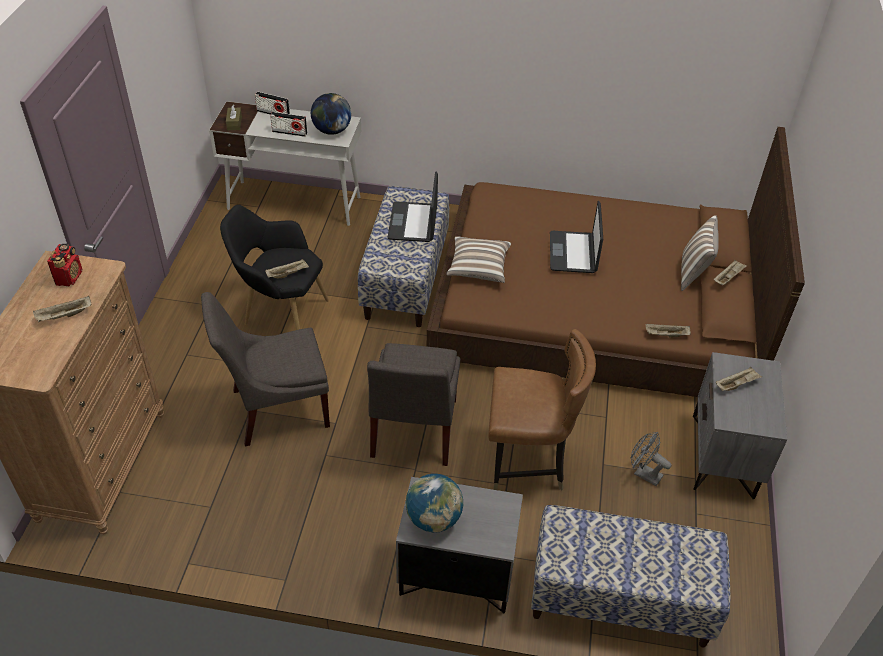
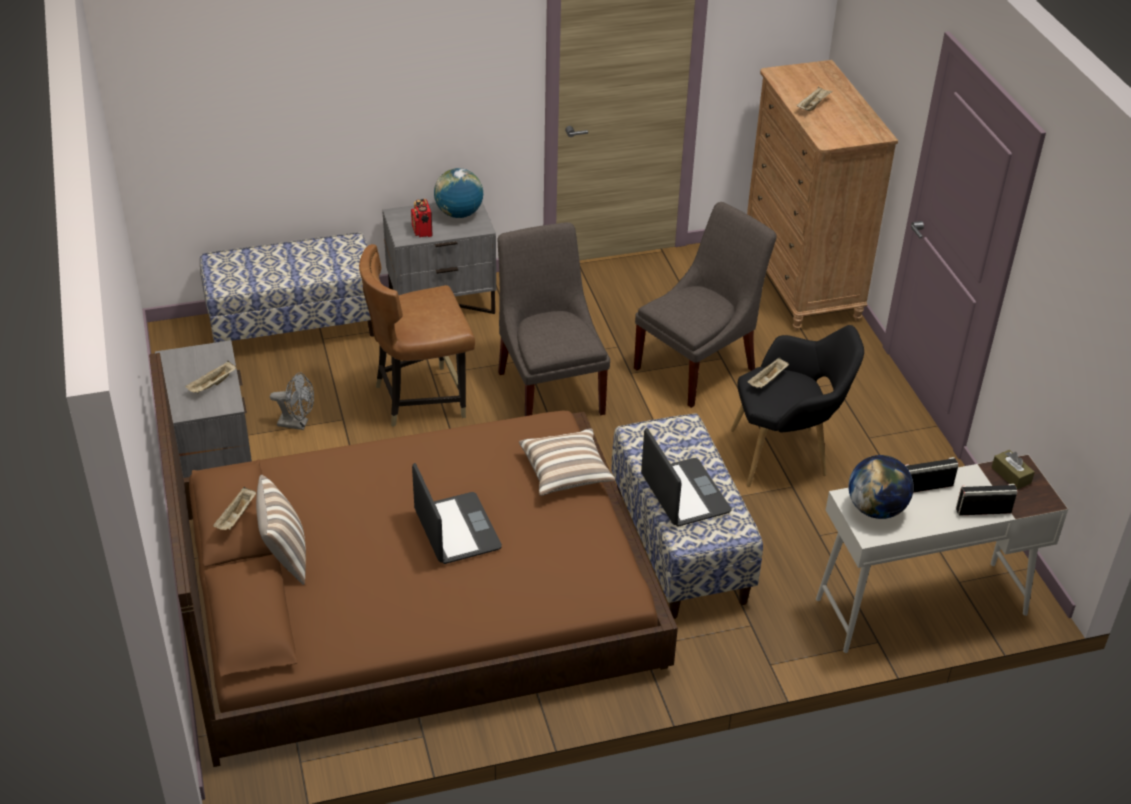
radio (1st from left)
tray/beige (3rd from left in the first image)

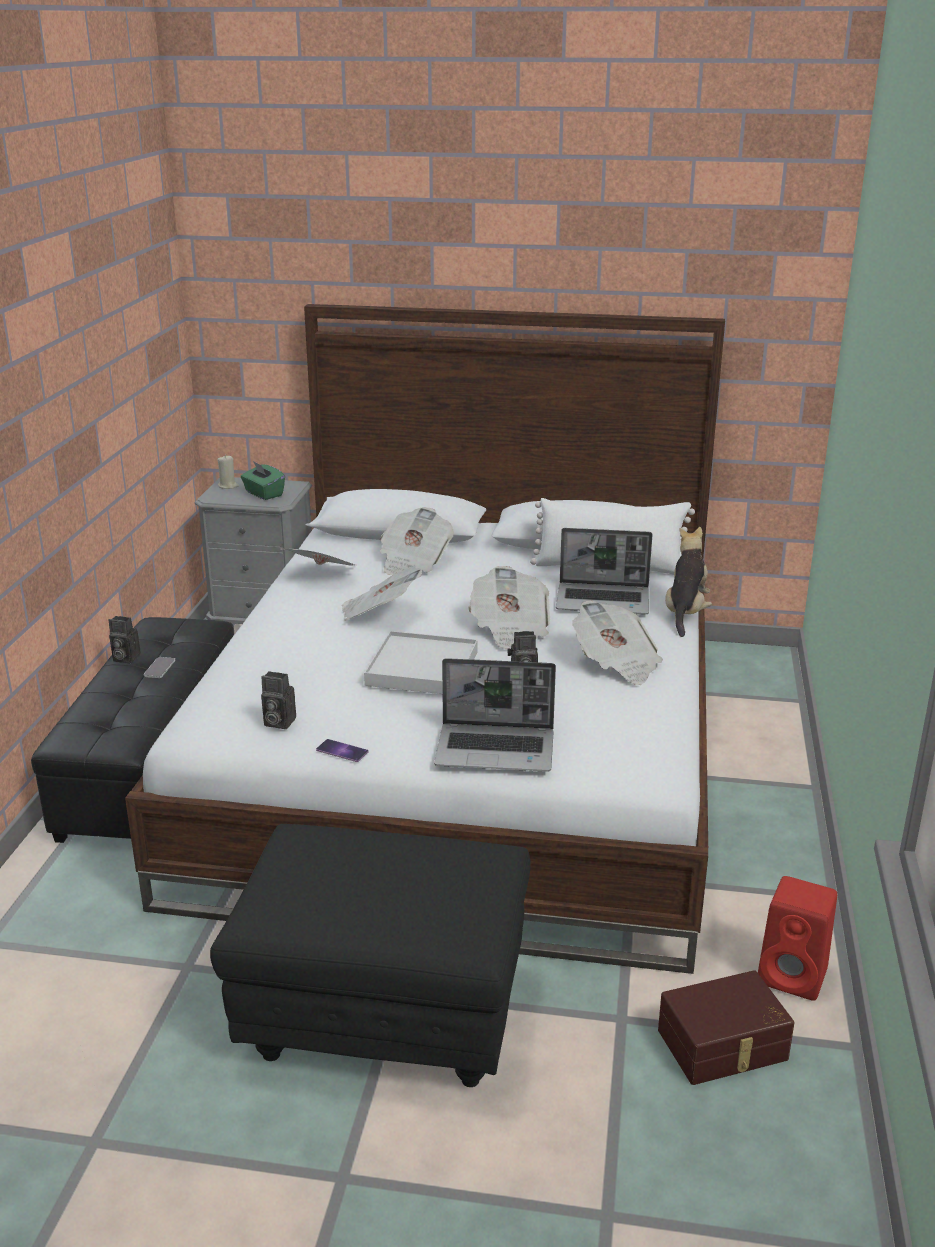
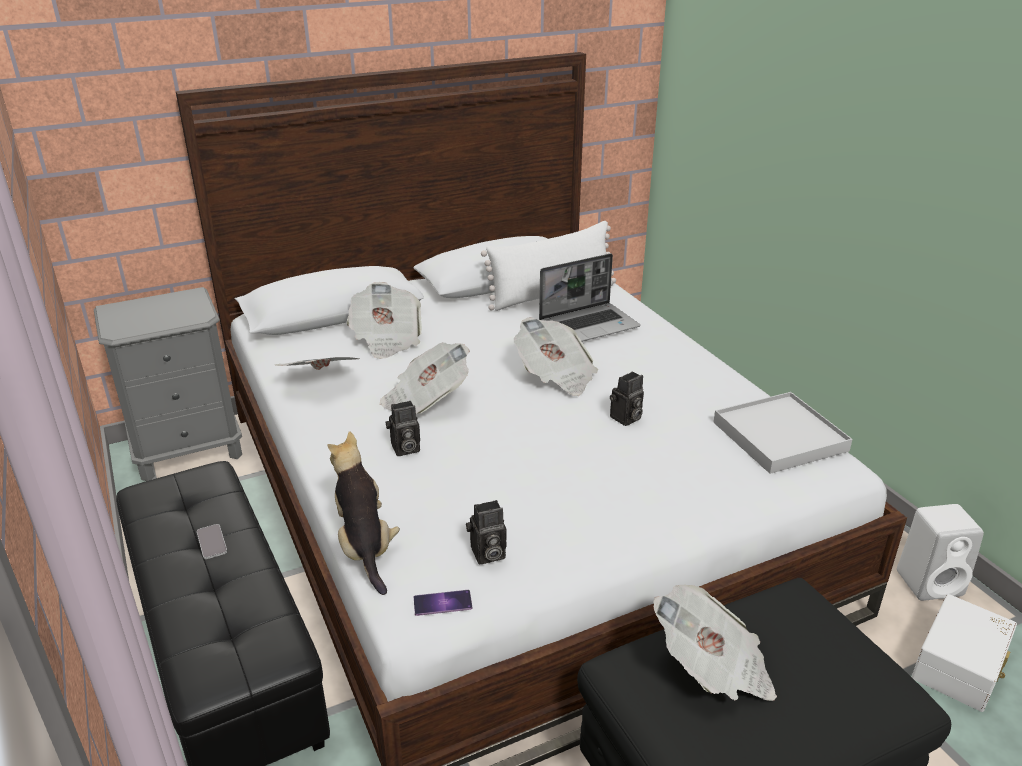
photo camera (1st from left)
candle/beige
tissue box/green
phone (2nd from left)
tray/white
laptop (1st from left in the first image)
newspaper (5th from left)
storage box/white
plush toy
speaker/white

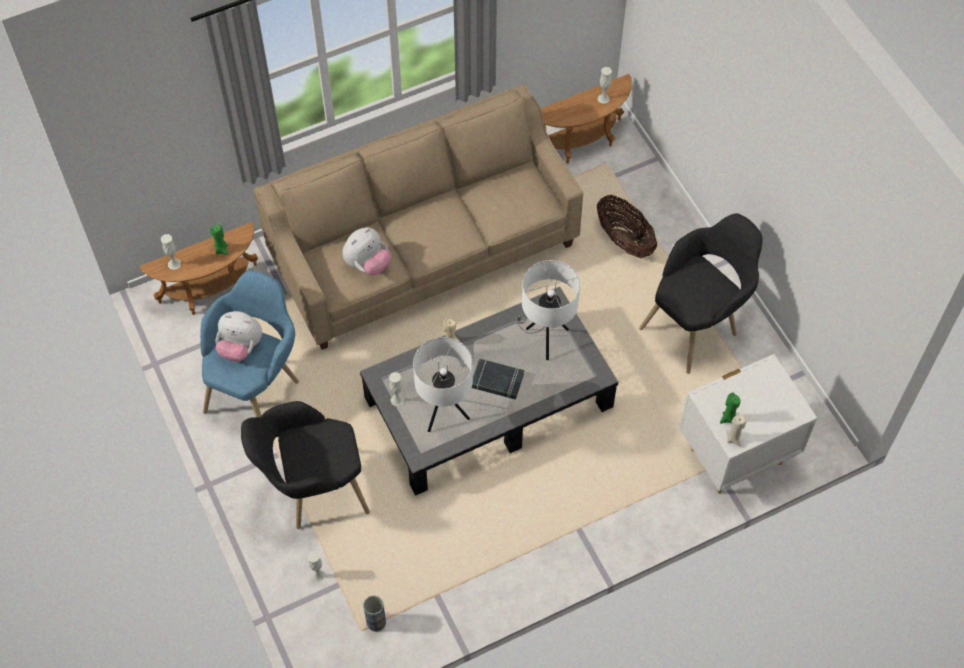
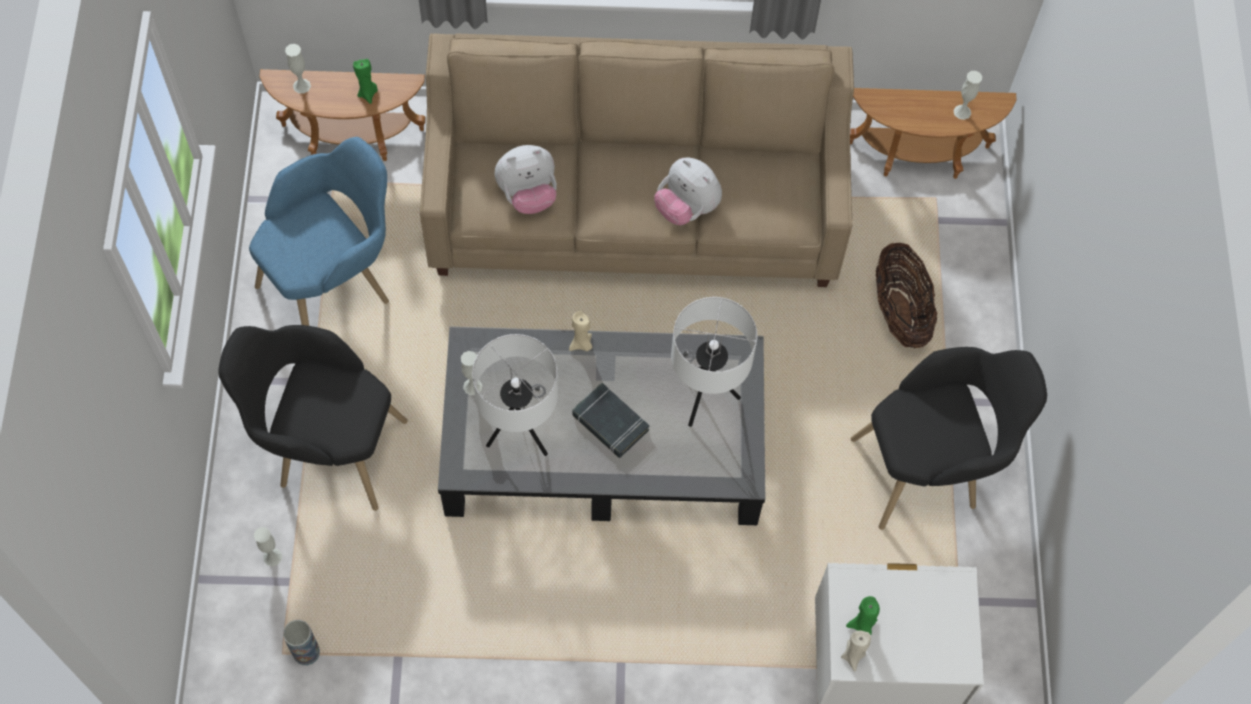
plush toy (2nd from left)

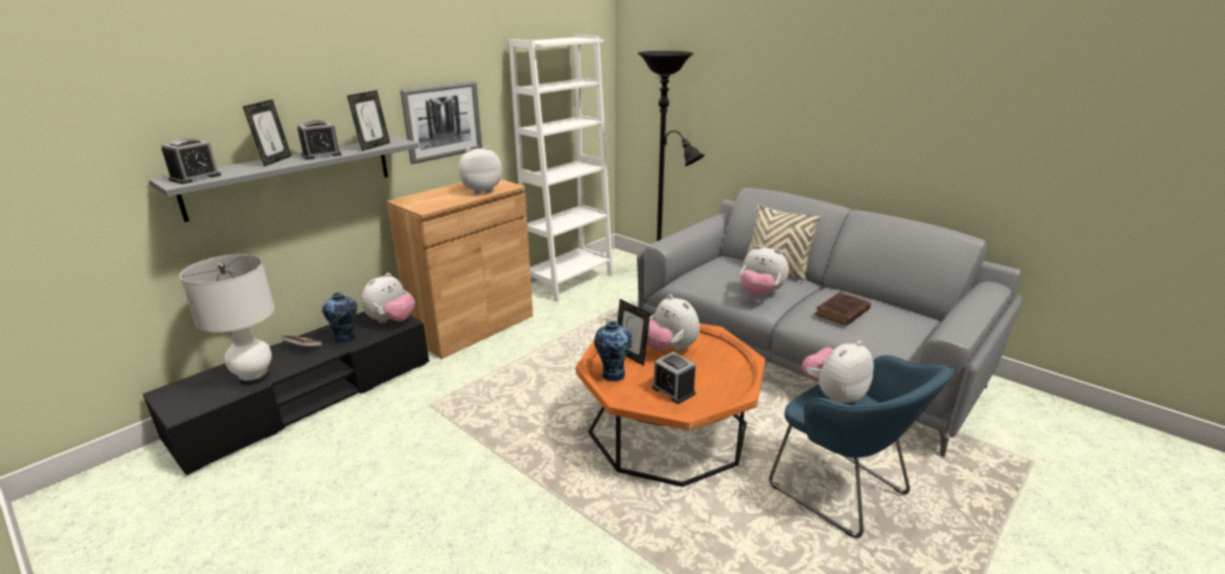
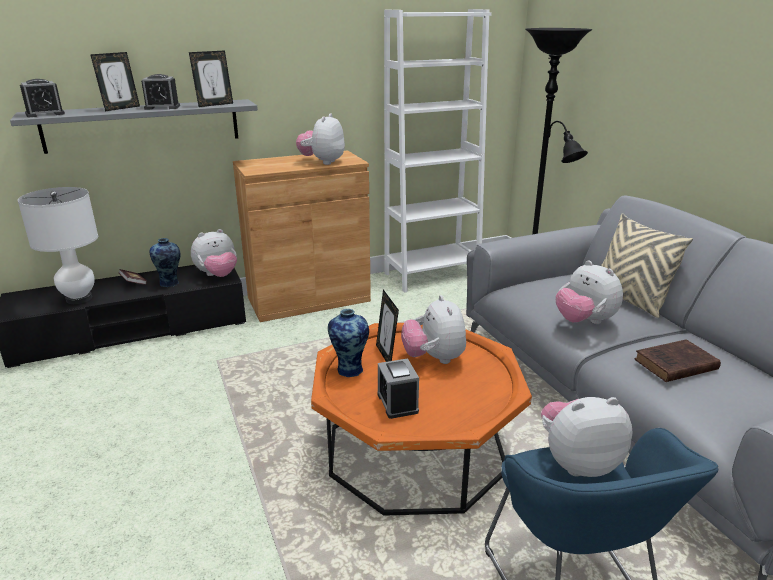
picture
plush toy (2nd from left)

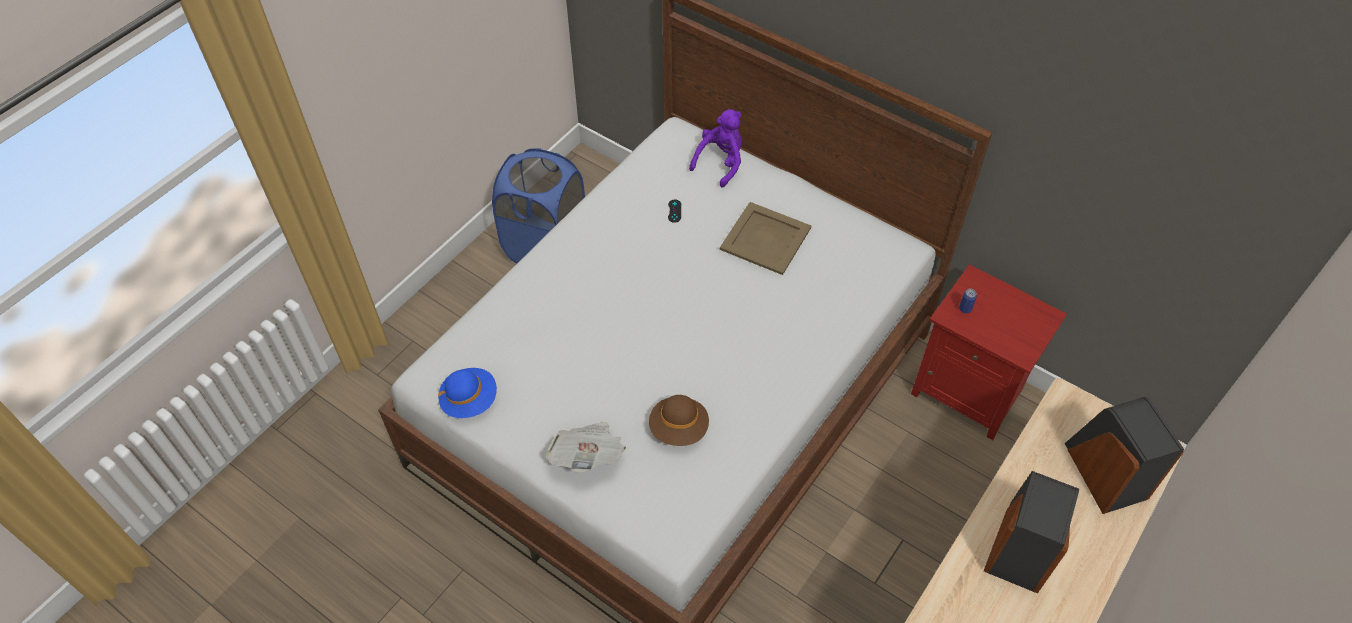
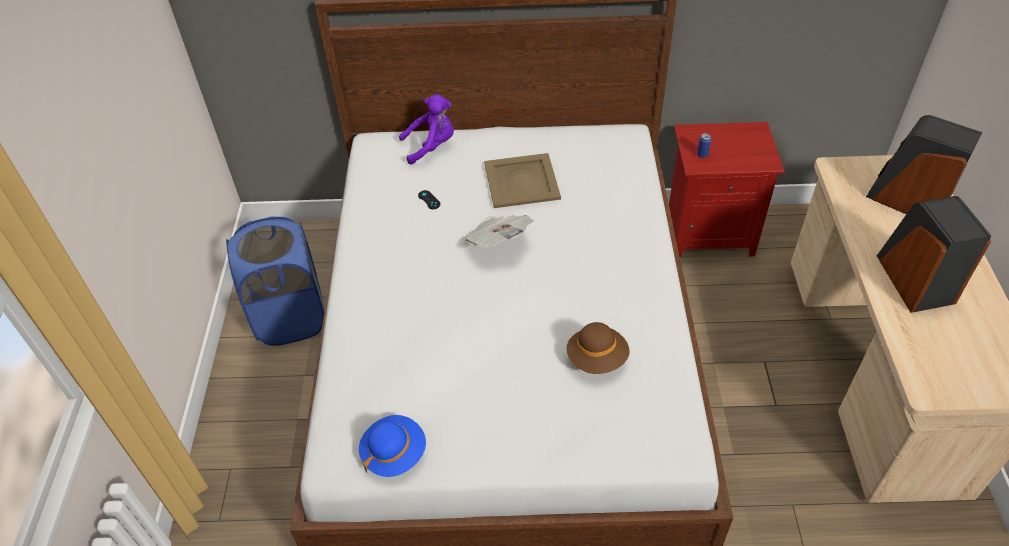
newspaper
plush toy/purple

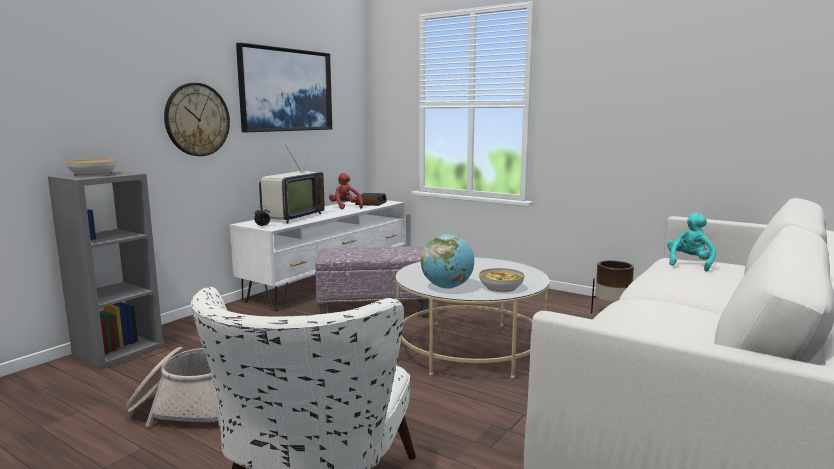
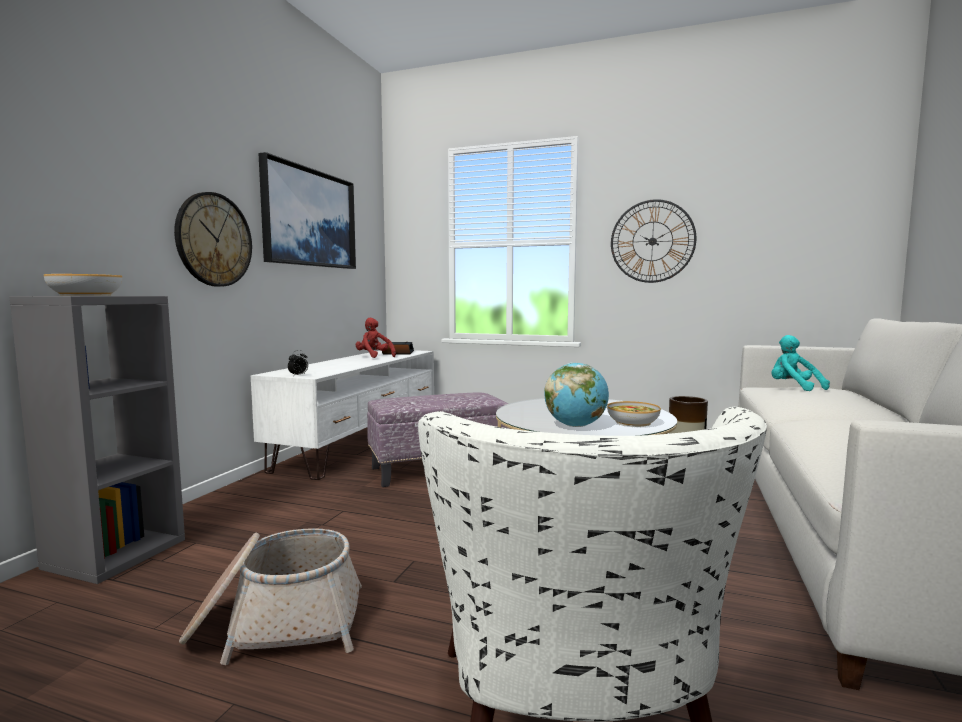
television
plush toy/turquoise
wall clock (2nd from left)

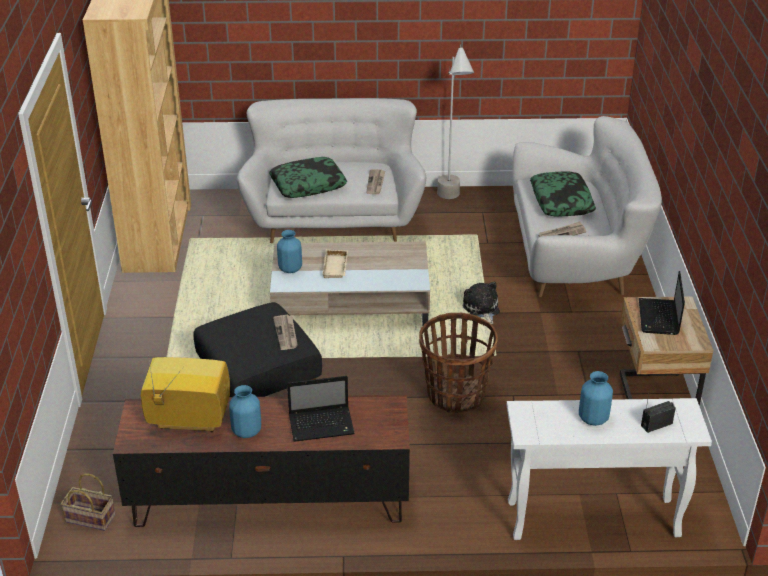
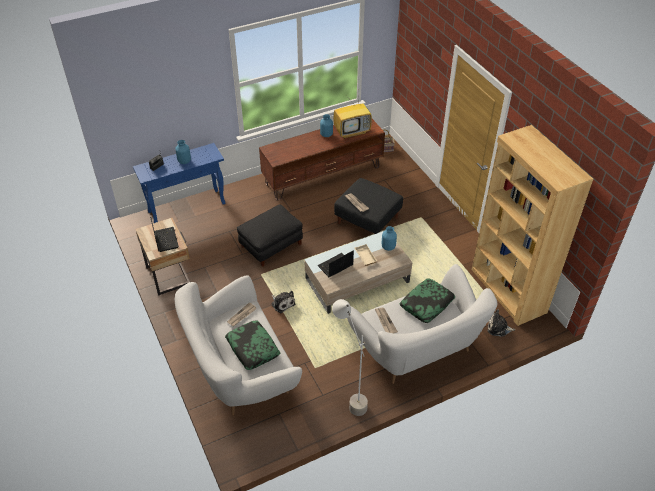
laptop (2nd from left)
ottoman/black (1st from left)
console table/blue
plush toy (2nd from left)

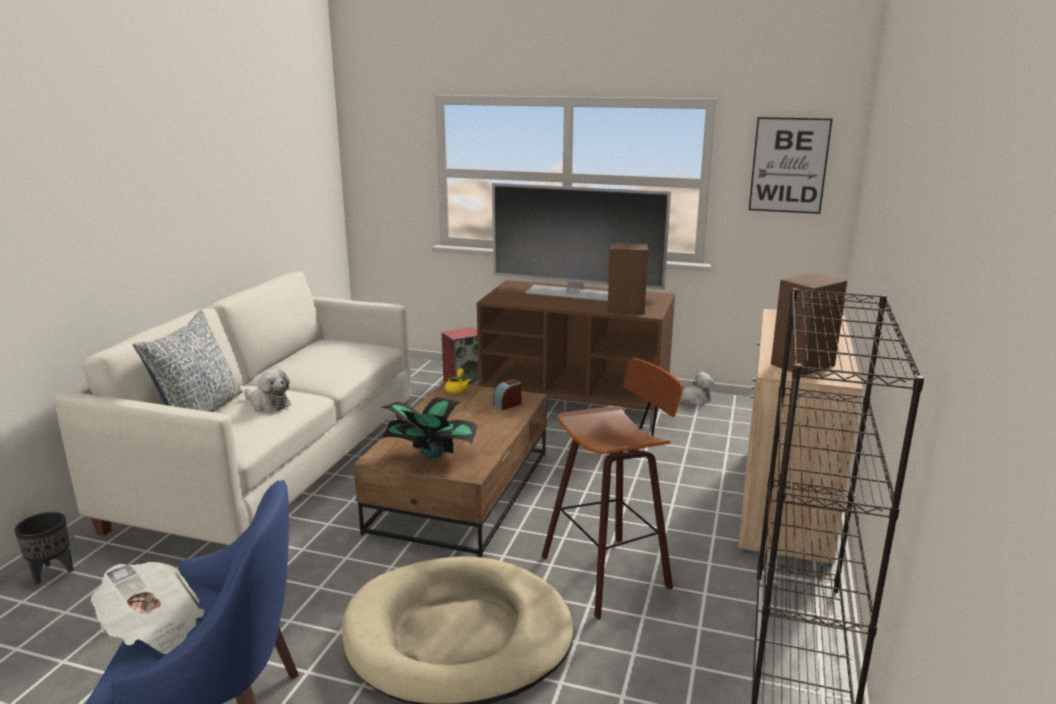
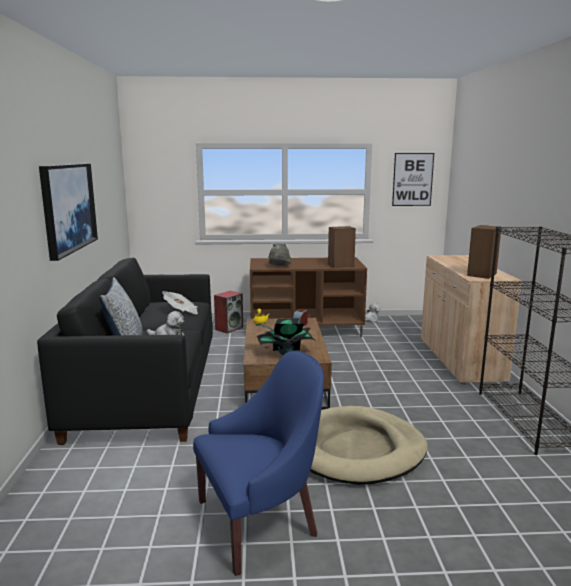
planter/black
sofa/black
newspaper
television
stool
picture (1st from left)
hat/grey

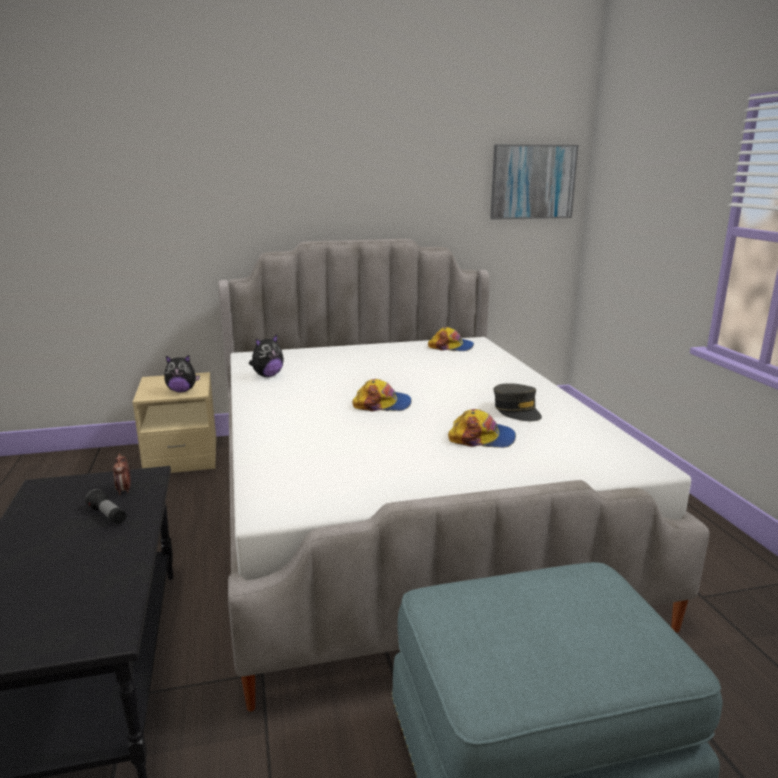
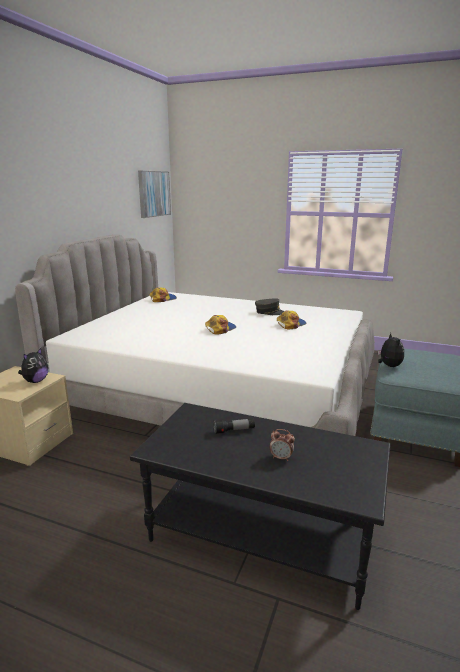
alarm clock
plush toy (2nd from left)

